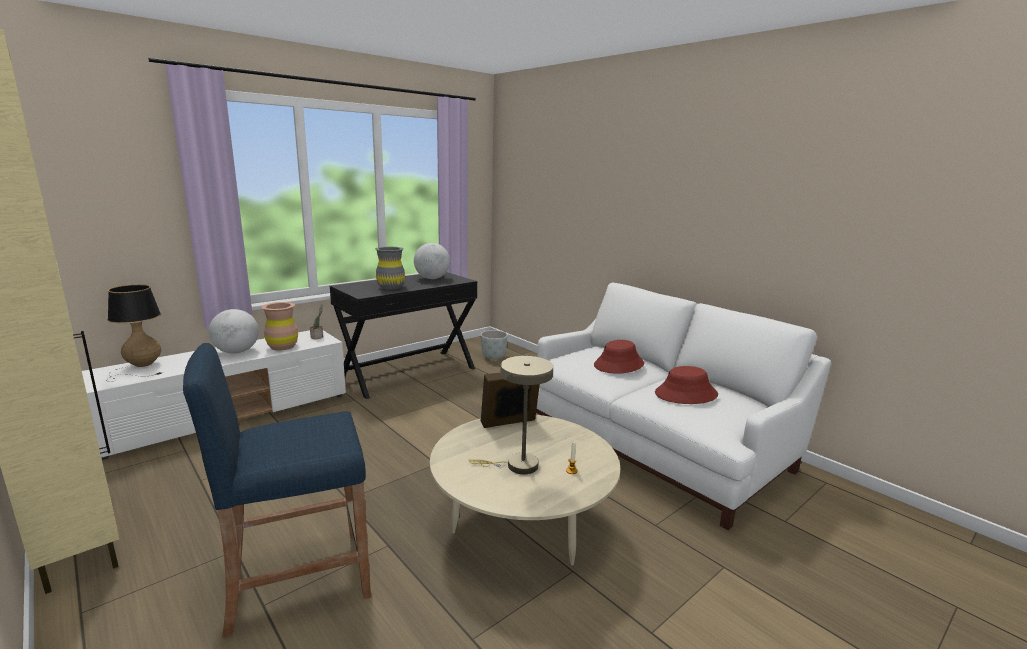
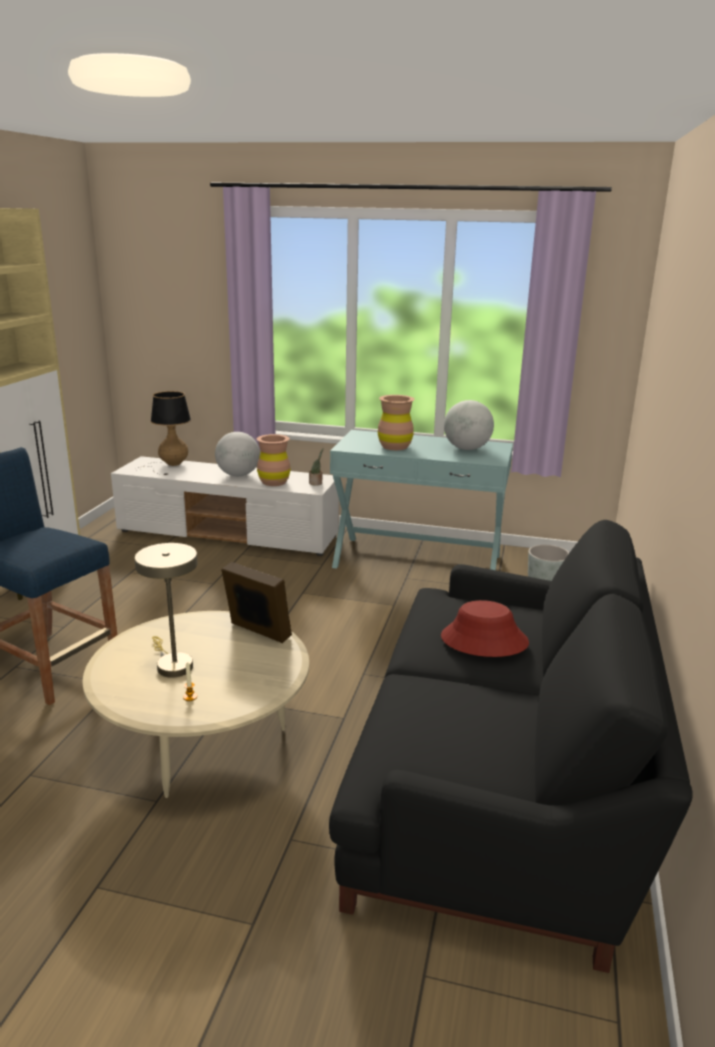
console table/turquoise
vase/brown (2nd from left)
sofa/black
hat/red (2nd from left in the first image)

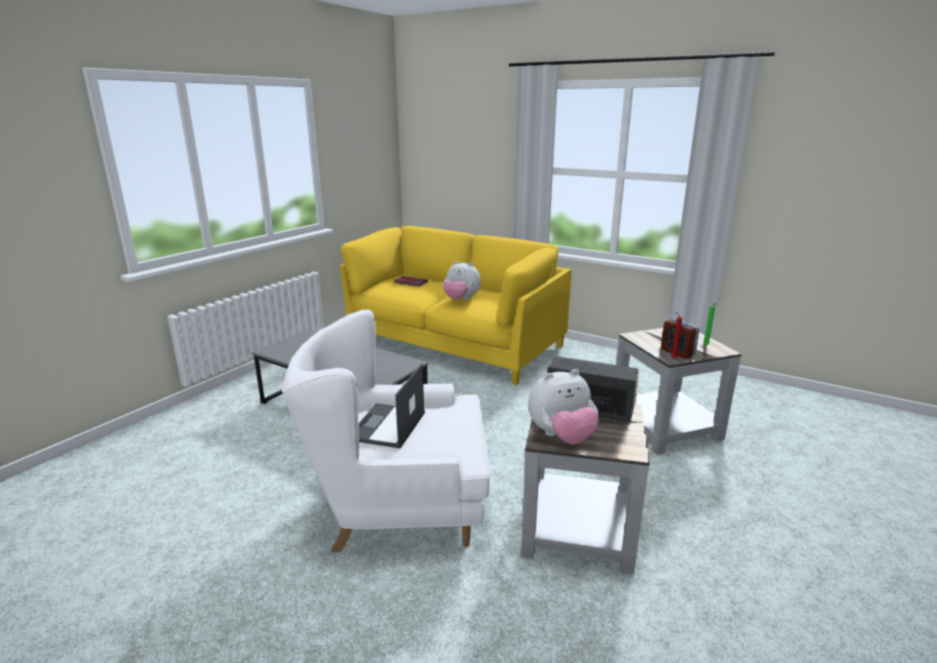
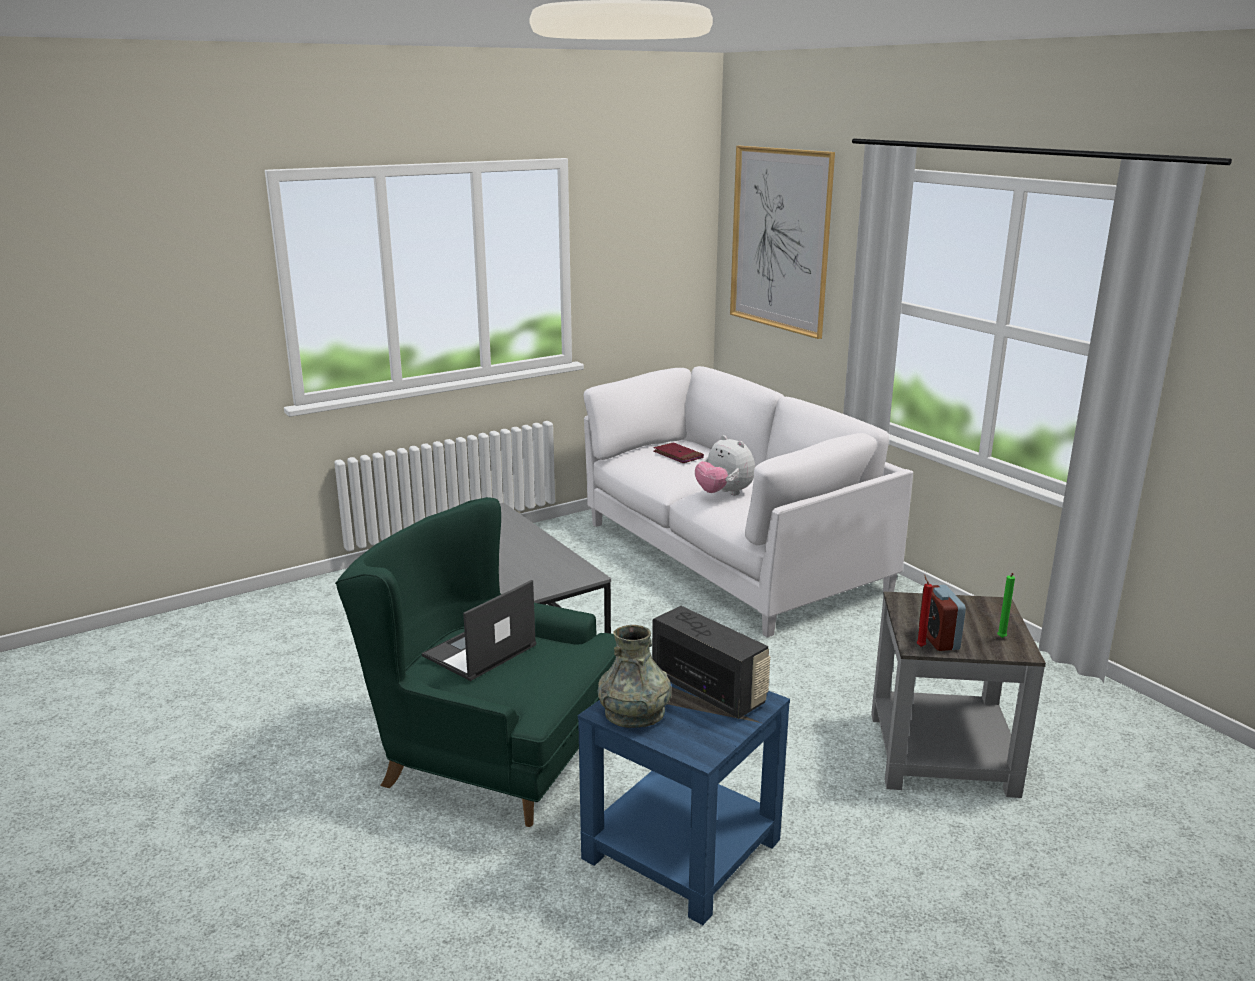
armchair/green
sofa/white
side table/blue
vase/grey
picture

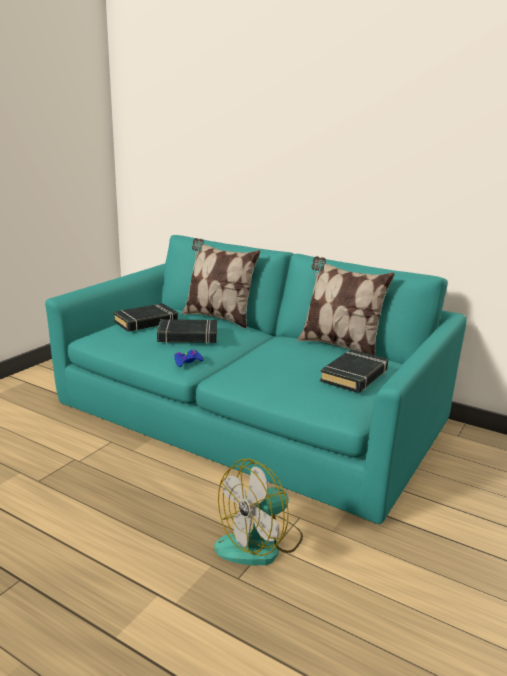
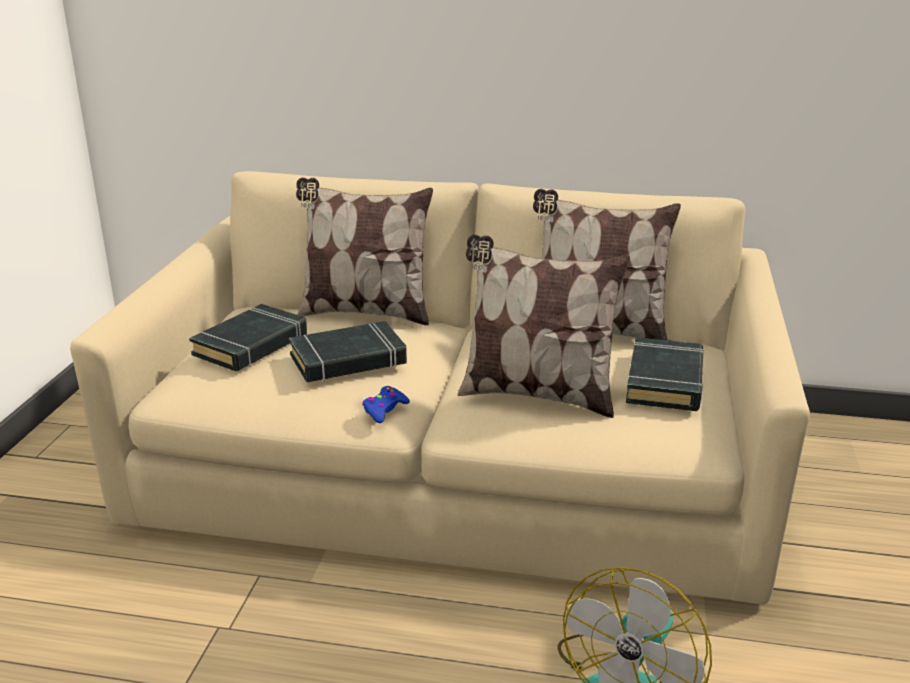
sofa/beige
pillow (2nd from left)

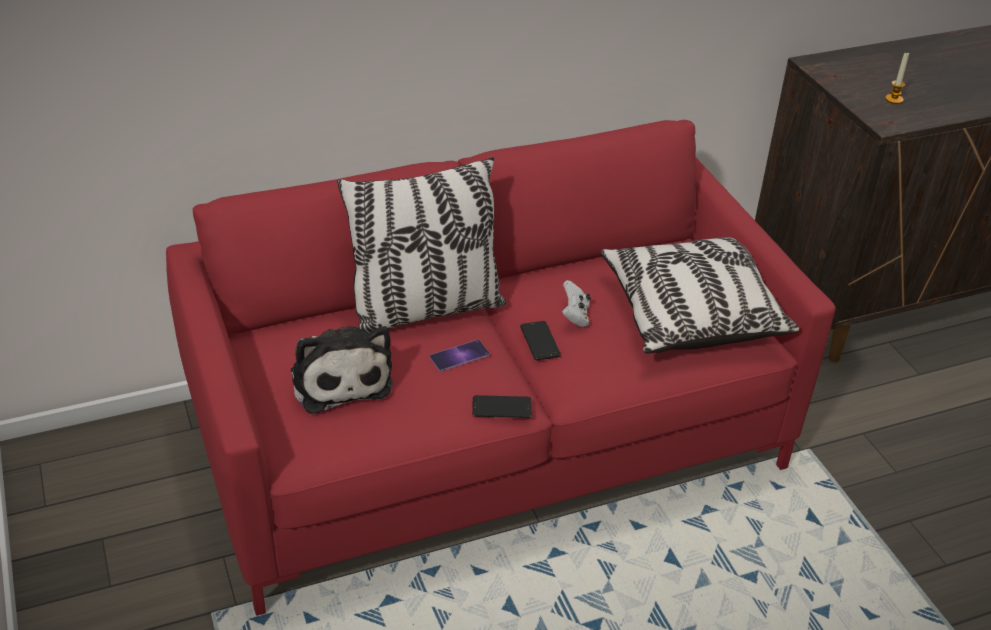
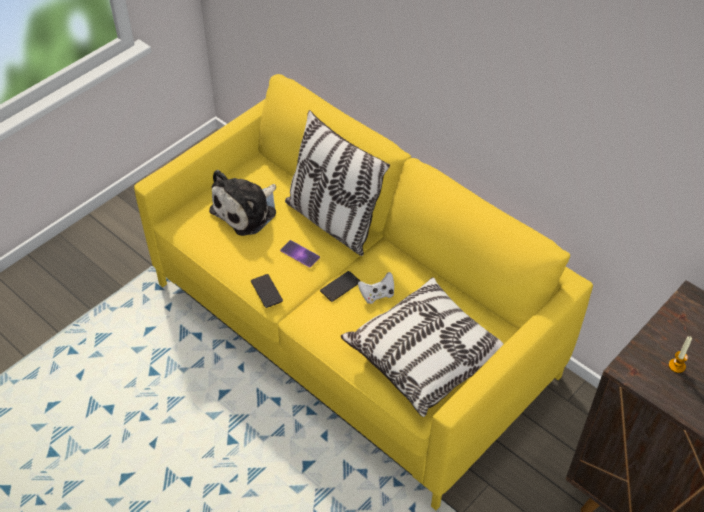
sofa/yellow

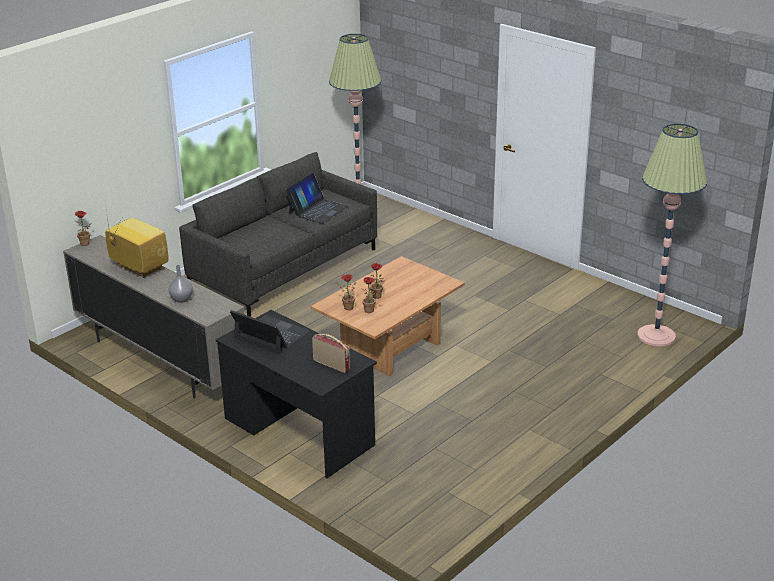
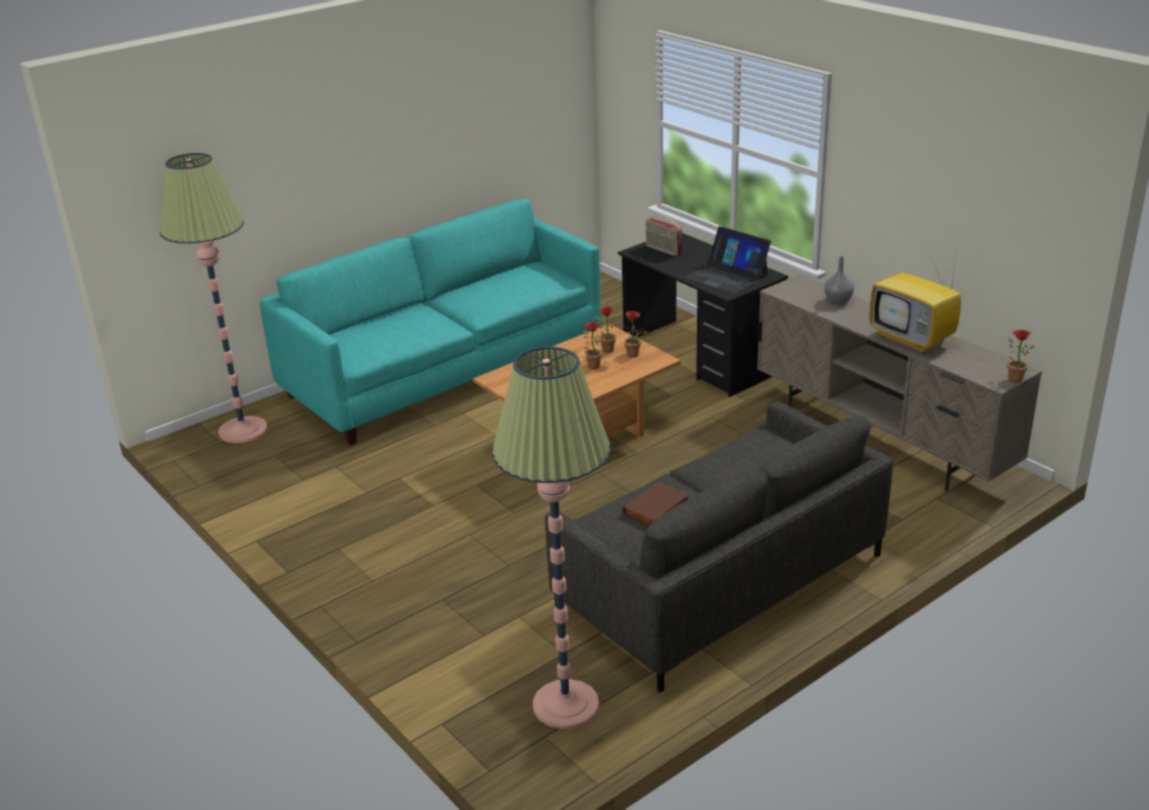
book/brown
sofa/turquoise

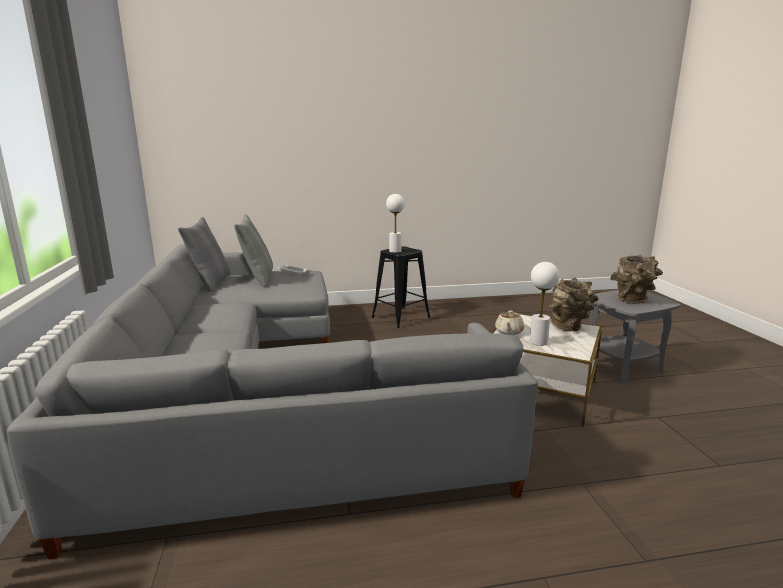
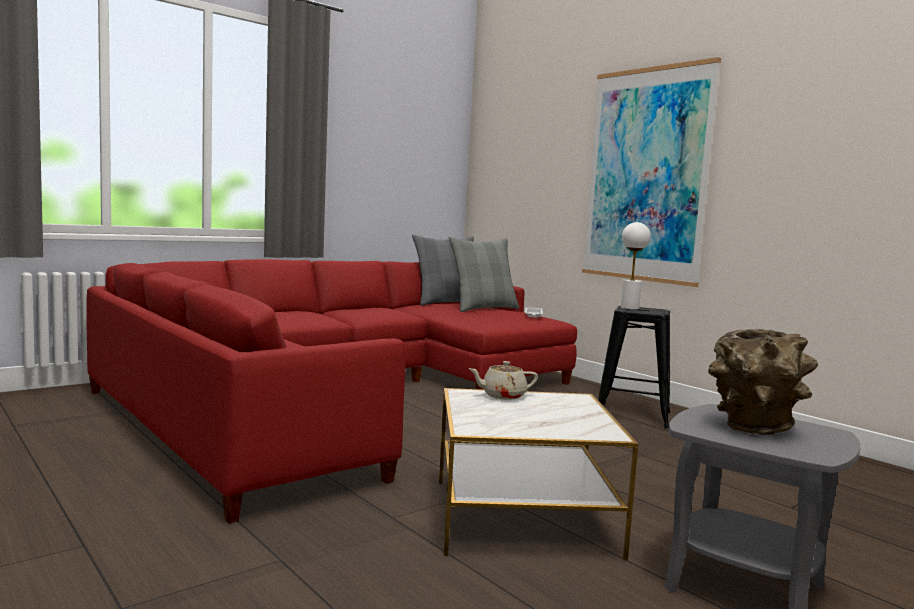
sofa/red
table lamp/white (2nd from left in the first image)
vase/brown (1st from left in the first image)
picture

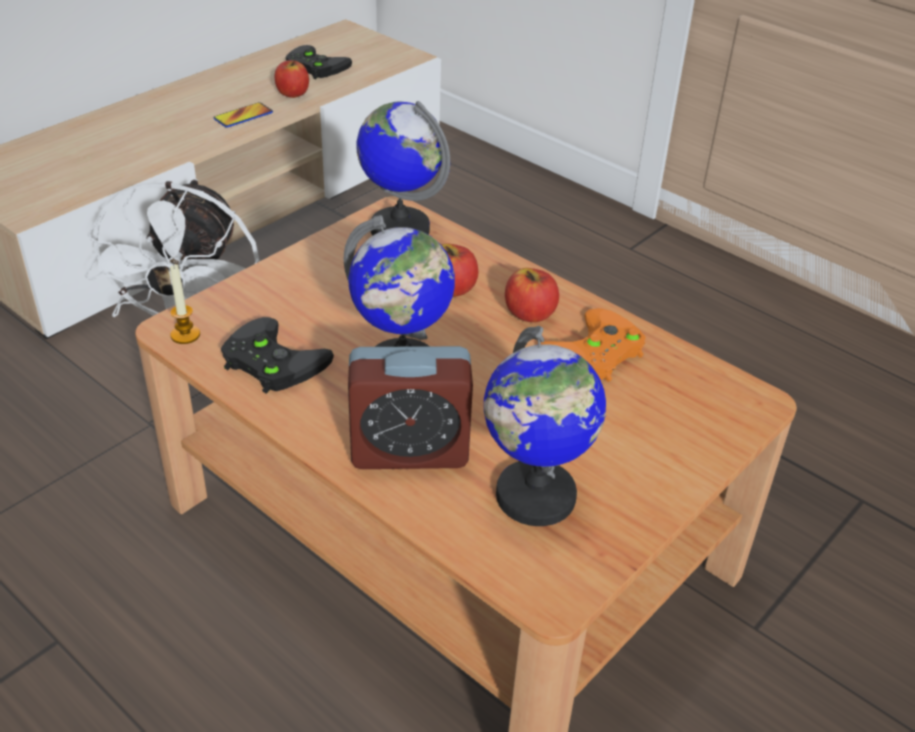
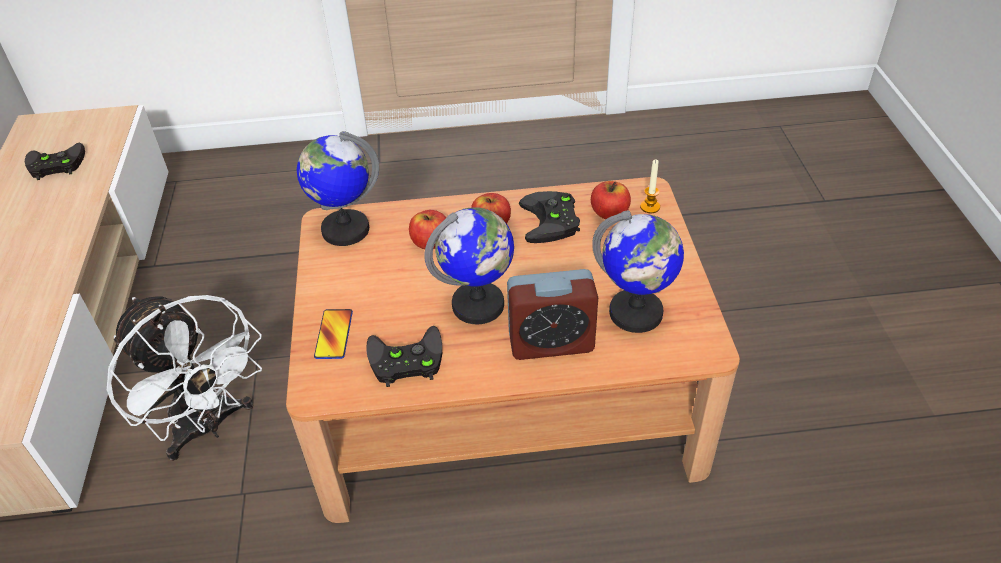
candle
phone
apple (3rd from left)
alarm clock
game controller/black (3rd from left)

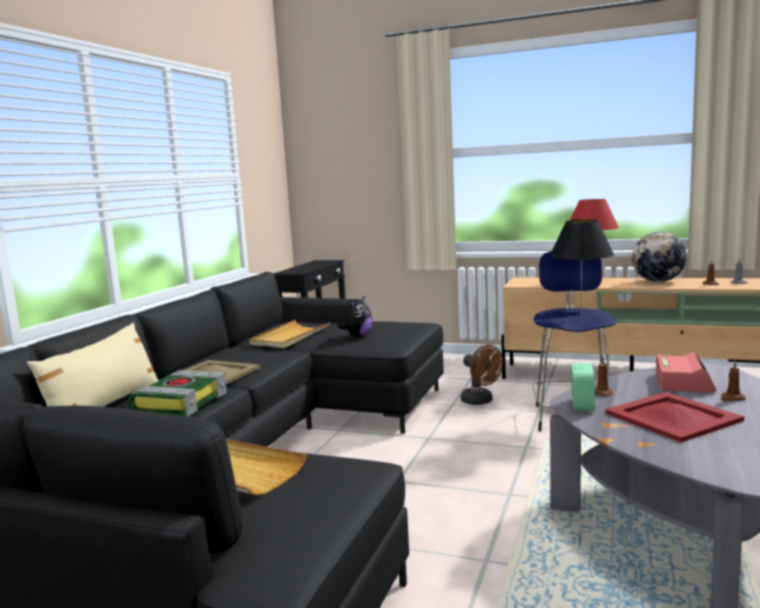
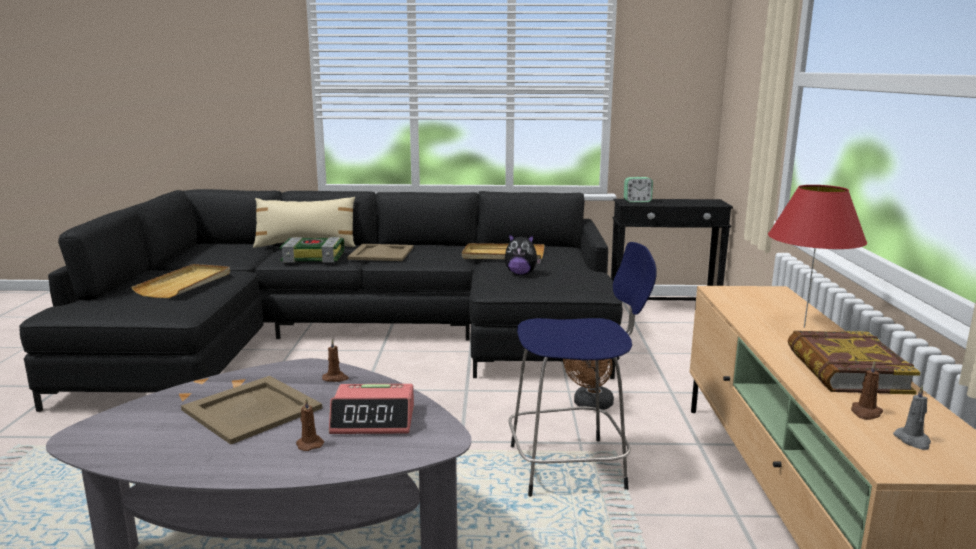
table lamp/black
alarm clock (2nd from left)
tray/beige (2nd from left)
book (2nd from left)

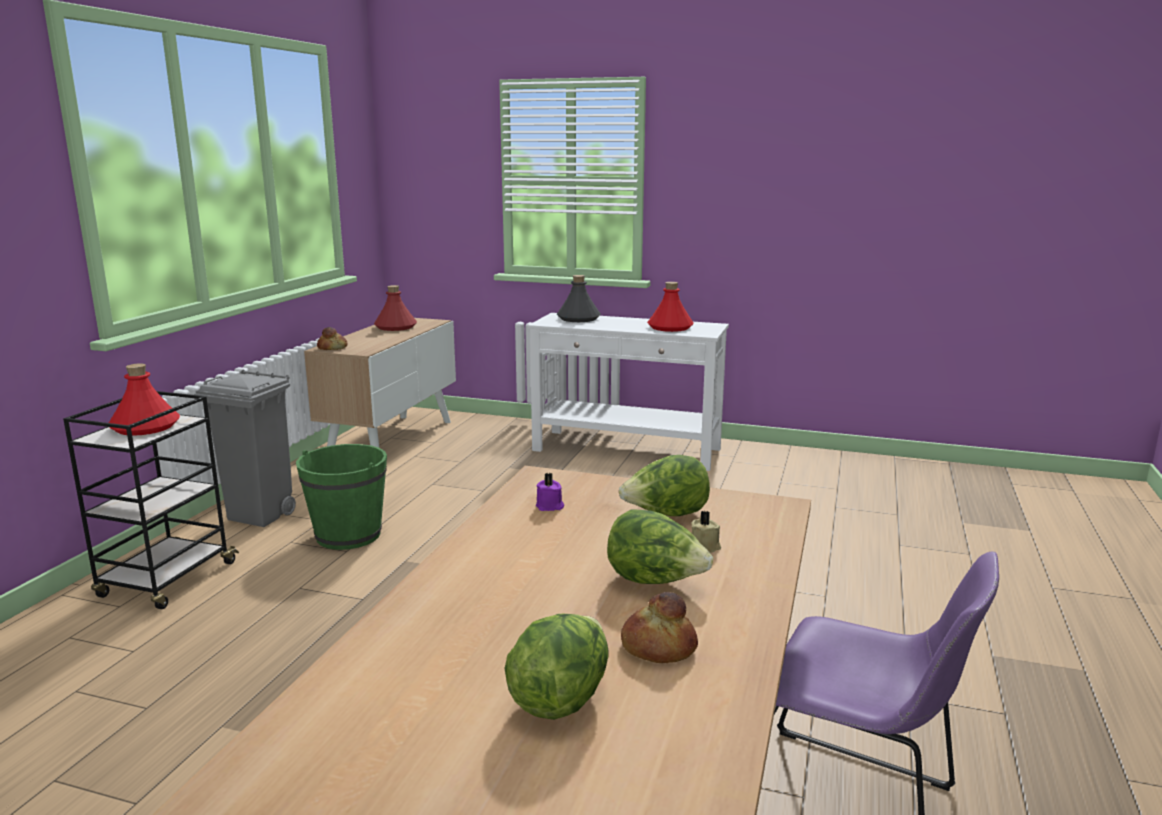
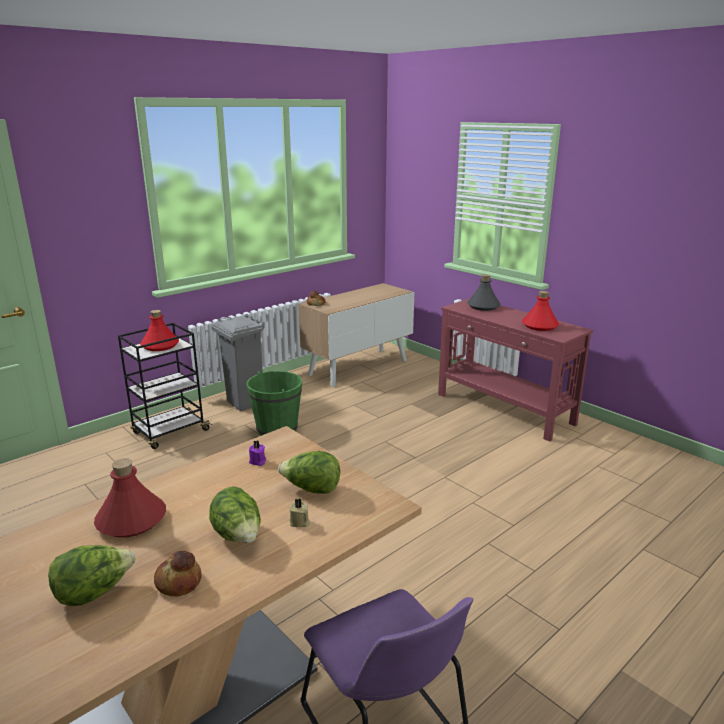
bottle/red (1st from left)
console table/red

